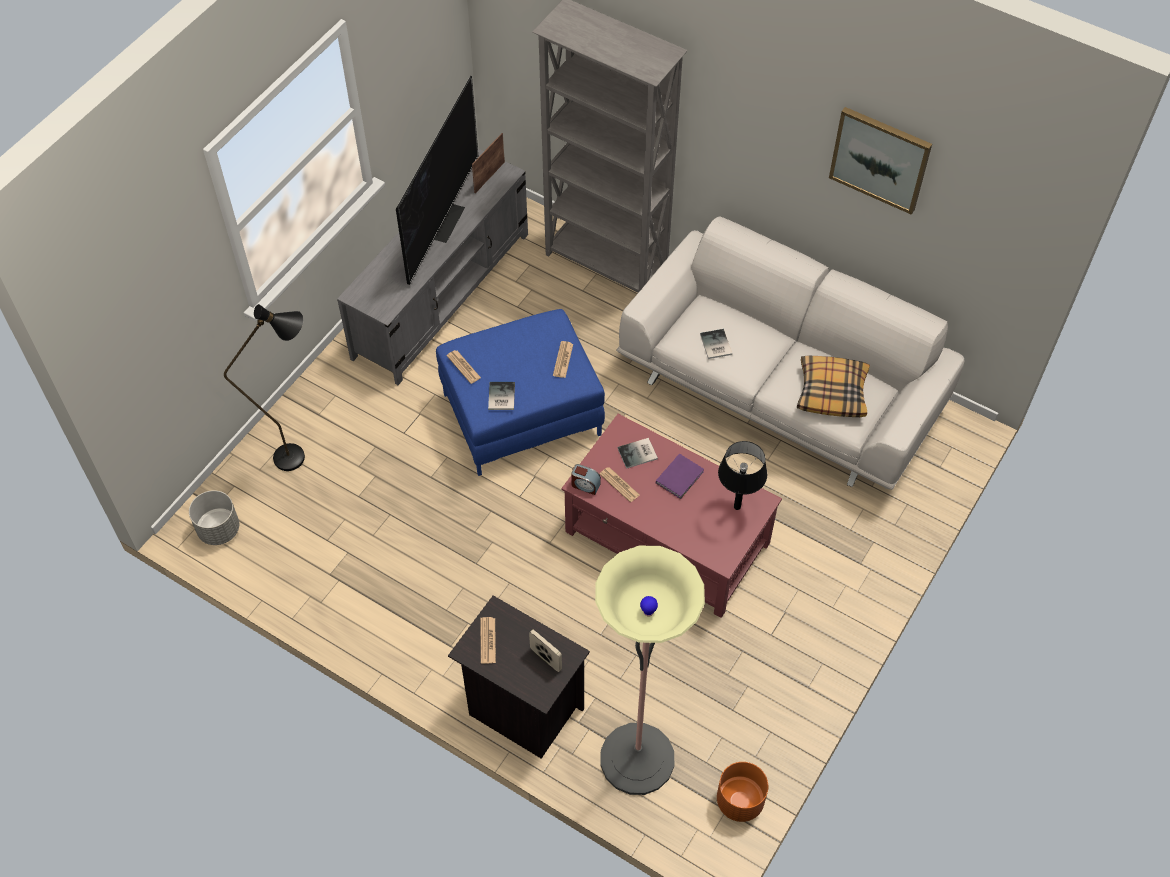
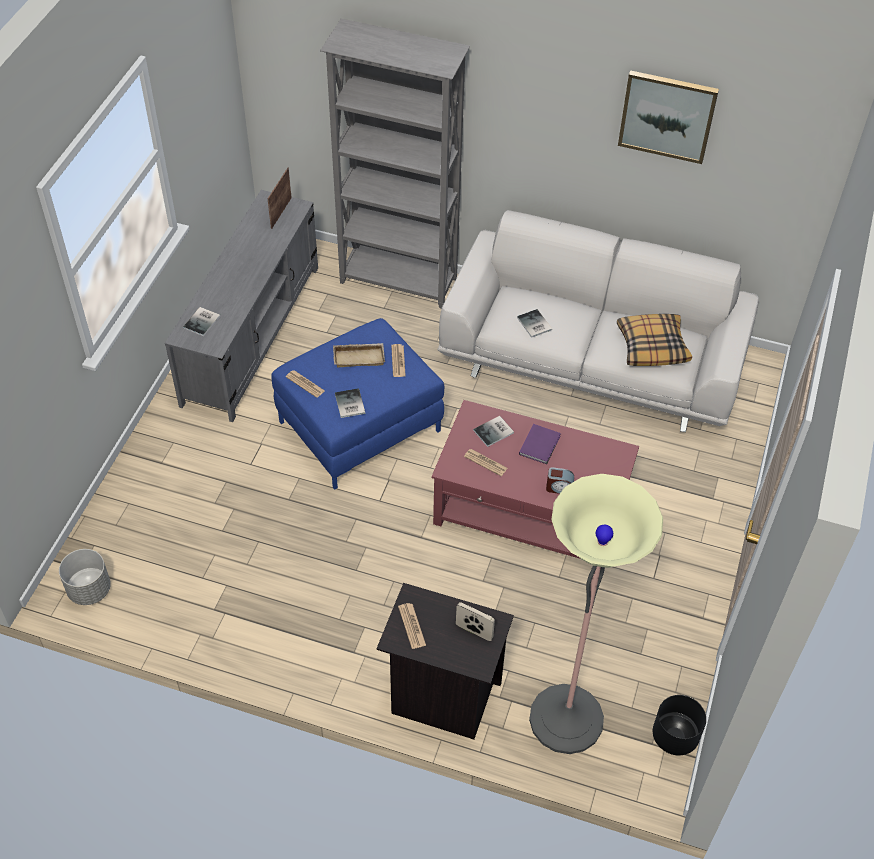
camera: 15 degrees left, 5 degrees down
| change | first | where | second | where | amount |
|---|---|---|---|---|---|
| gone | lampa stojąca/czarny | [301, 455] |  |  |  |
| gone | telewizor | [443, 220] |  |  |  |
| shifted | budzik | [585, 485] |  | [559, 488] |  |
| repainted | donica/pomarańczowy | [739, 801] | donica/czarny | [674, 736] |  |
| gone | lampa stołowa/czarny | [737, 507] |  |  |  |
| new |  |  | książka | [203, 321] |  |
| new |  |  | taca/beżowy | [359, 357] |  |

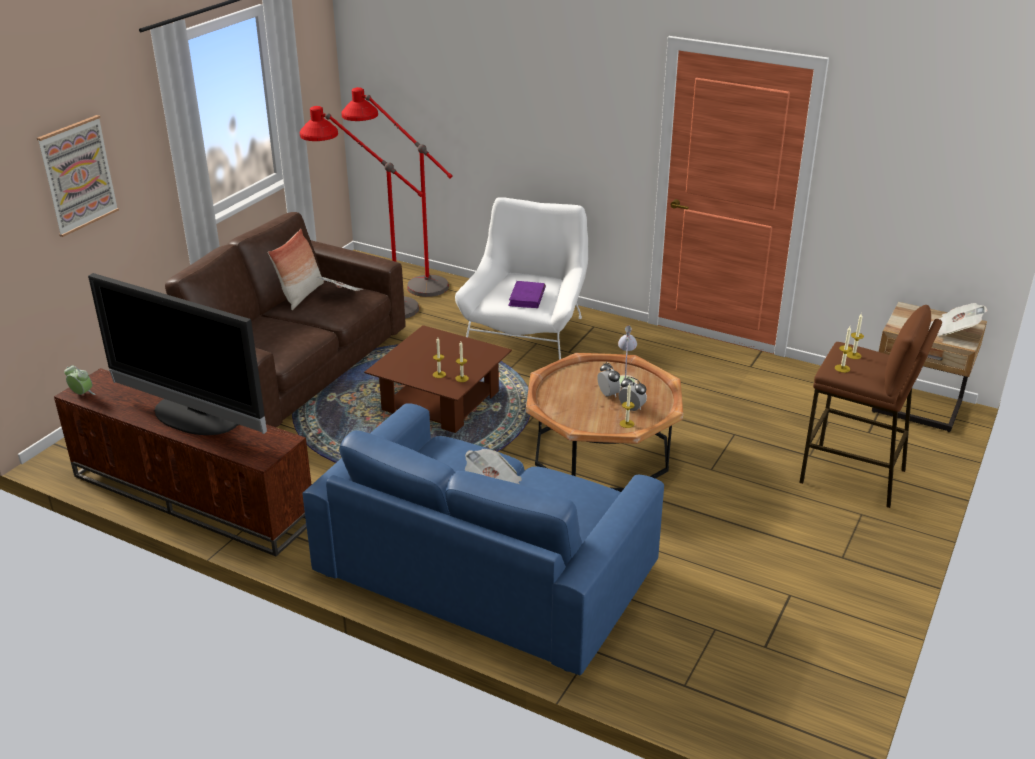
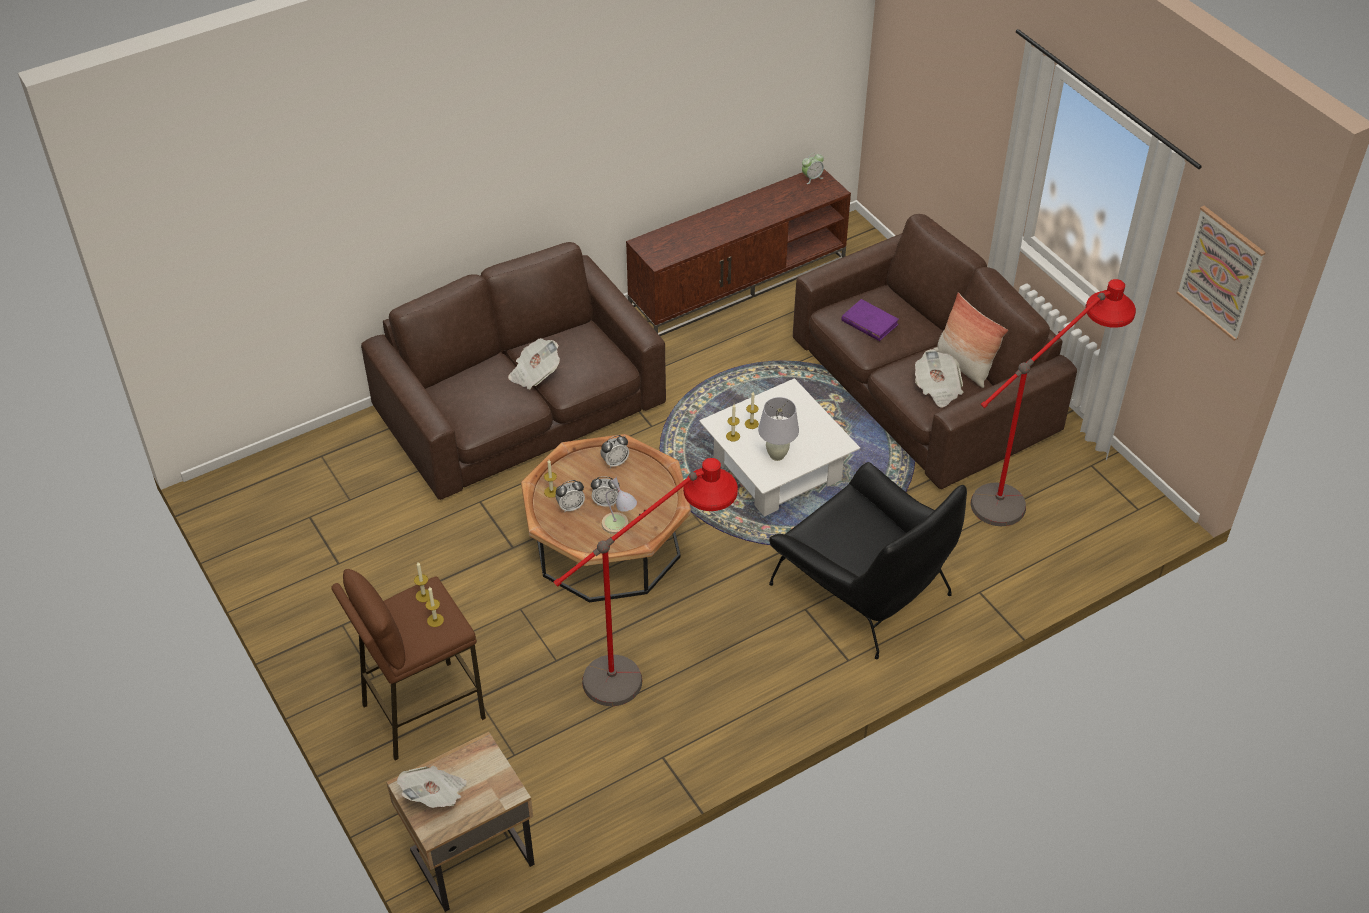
camera: 120 degrees right, 15 degrees up
| change | first | where | second | where | amount |
|---|---|---|---|---|---|
| shifted | obraz | [78, 175] |  | [1221, 272] |  |
| gone | telewizor | [193, 418] |  |  |  |
| repainted | kanapa/niebieski | [487, 567] | kanapa/brązowy | [520, 408] |  |
| shifted | lampa stojąca/czerwony | [404, 279] |  | [651, 666] |  |
| repainted | ława/brązowy | [441, 401] | ława/biały | [777, 469] |  |
| repainted | fotel/biały | [526, 337] | fotel/czarny | [862, 588] |  |
| shifted | książka/fioletowy | [527, 297] |  | [869, 322] |  |
| new |  |  | budzik | [615, 462] |  |
| new |  |  | lampa stołowa/biały | [777, 455] |  |

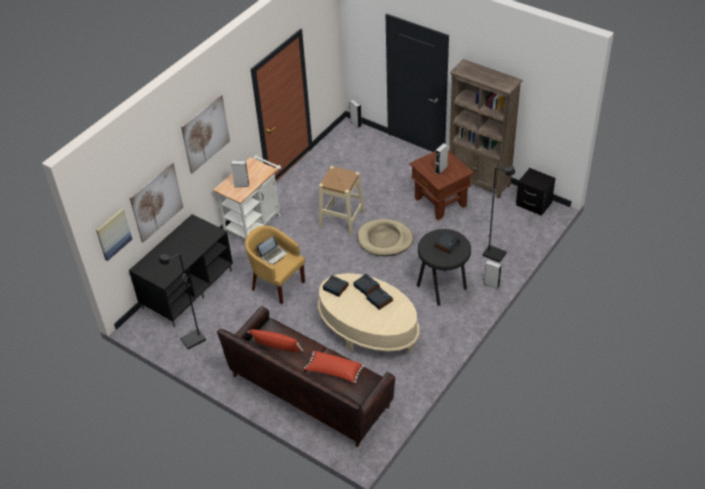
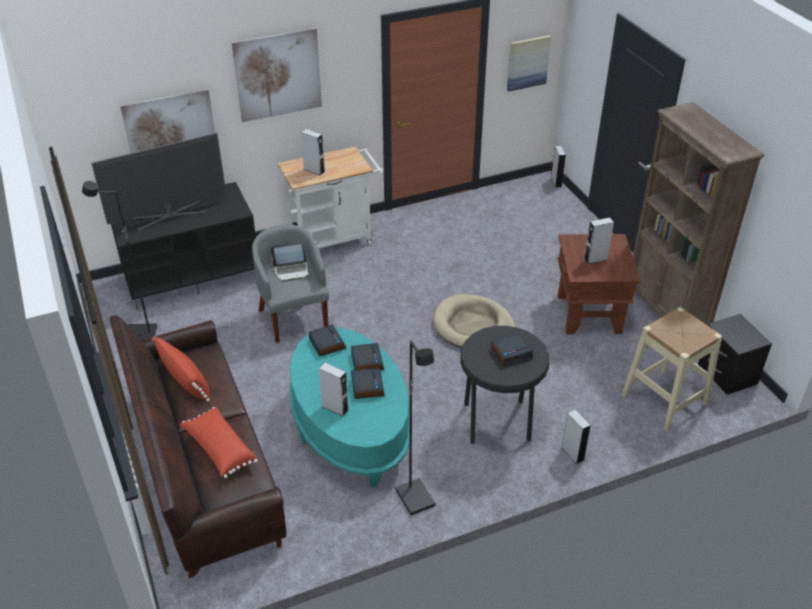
camera: 30 degrees right, 5 degrees down
| change | first | where | second | where | amount |
|---|---|---|---|---|---|
| shifted | obraz | [113, 234] |  | [527, 62] |  |
| repainted | fotel/żółty | [277, 283] | fotel/szary | [294, 317] |  |
| repainted | ława/beżowy | [368, 329] | ława/turkusowy | [350, 427] |  |
| shifted | stołek/beżowy | [342, 219] |  | [664, 399] |  |
| shifted | lampa stojąca/czarny | [495, 254] |  | [416, 498] |  |
| new |  |  | telewizor | [169, 215] |  |
| new |  |  | głośnik/szary | [335, 408] |  |

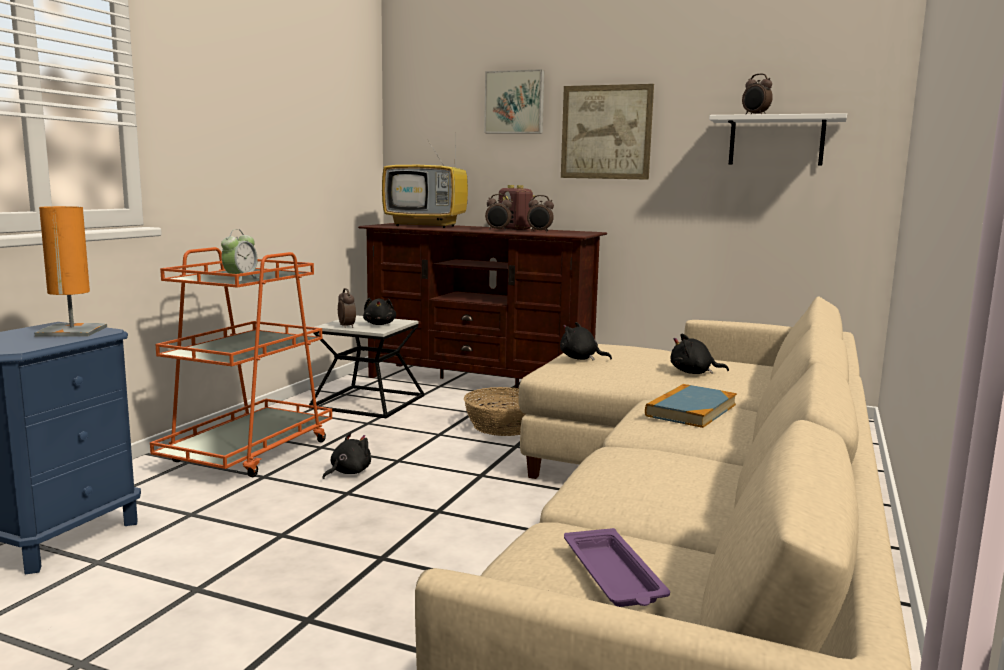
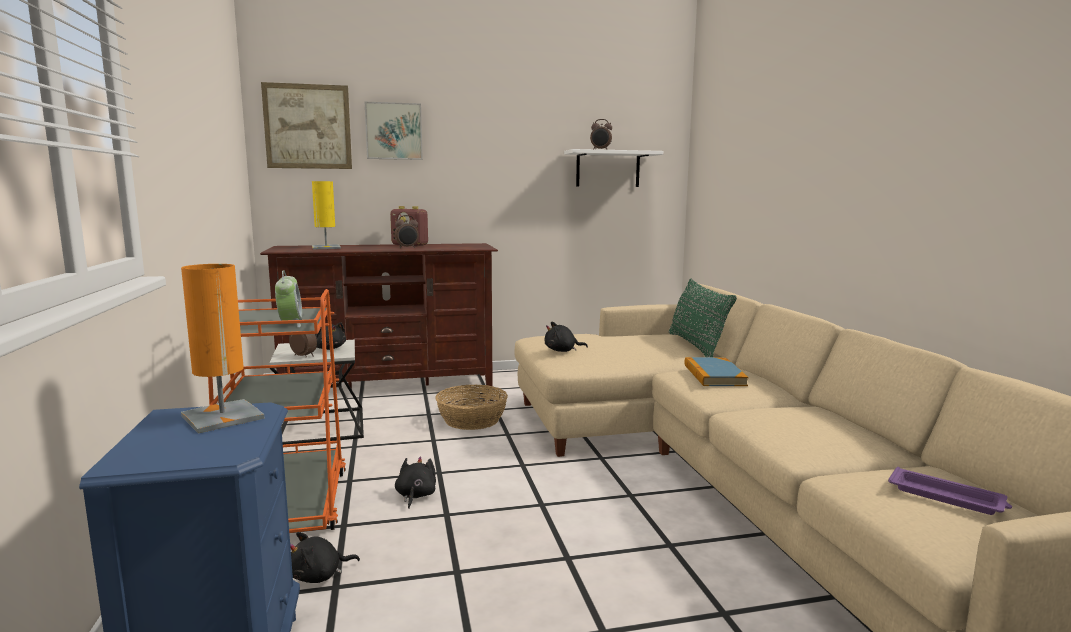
camera: 35 degrees left, 0 degrees up
| change | first | where | second | where | amount |
|---|---|---|---|---|---|
| swapped | telewizor | [427, 226] | lampa stołowa/żółty | [326, 248] |  |
| gone | budzik | [539, 231] |  |  |  |
| shifted | obraz | [606, 132] |  | [308, 126] |  |
| shifted | pluszak/czarny | [693, 373] |  | [319, 576] |  |
| new |  |  | poduszka/zielony | [696, 346] |  |

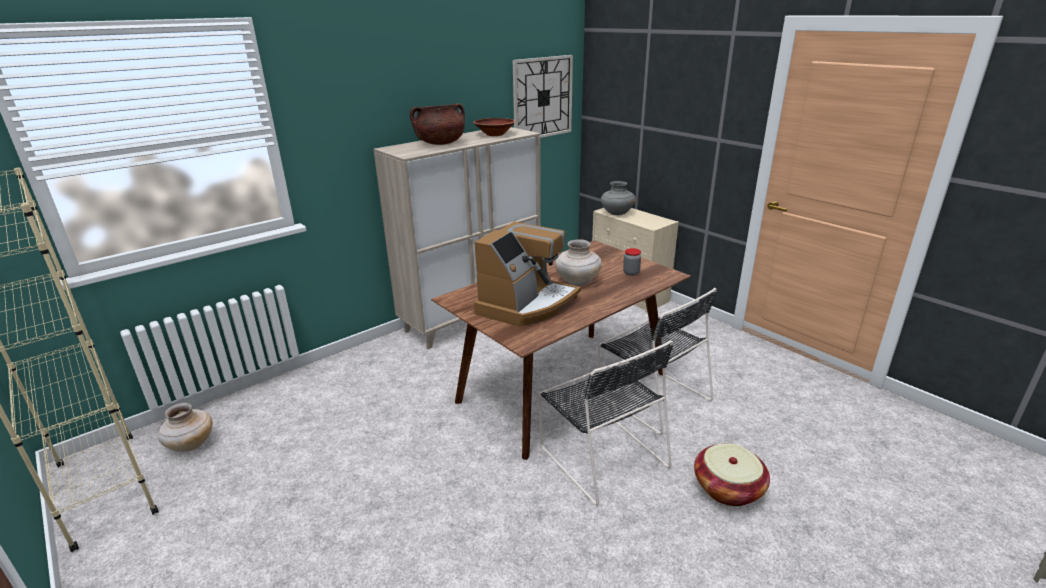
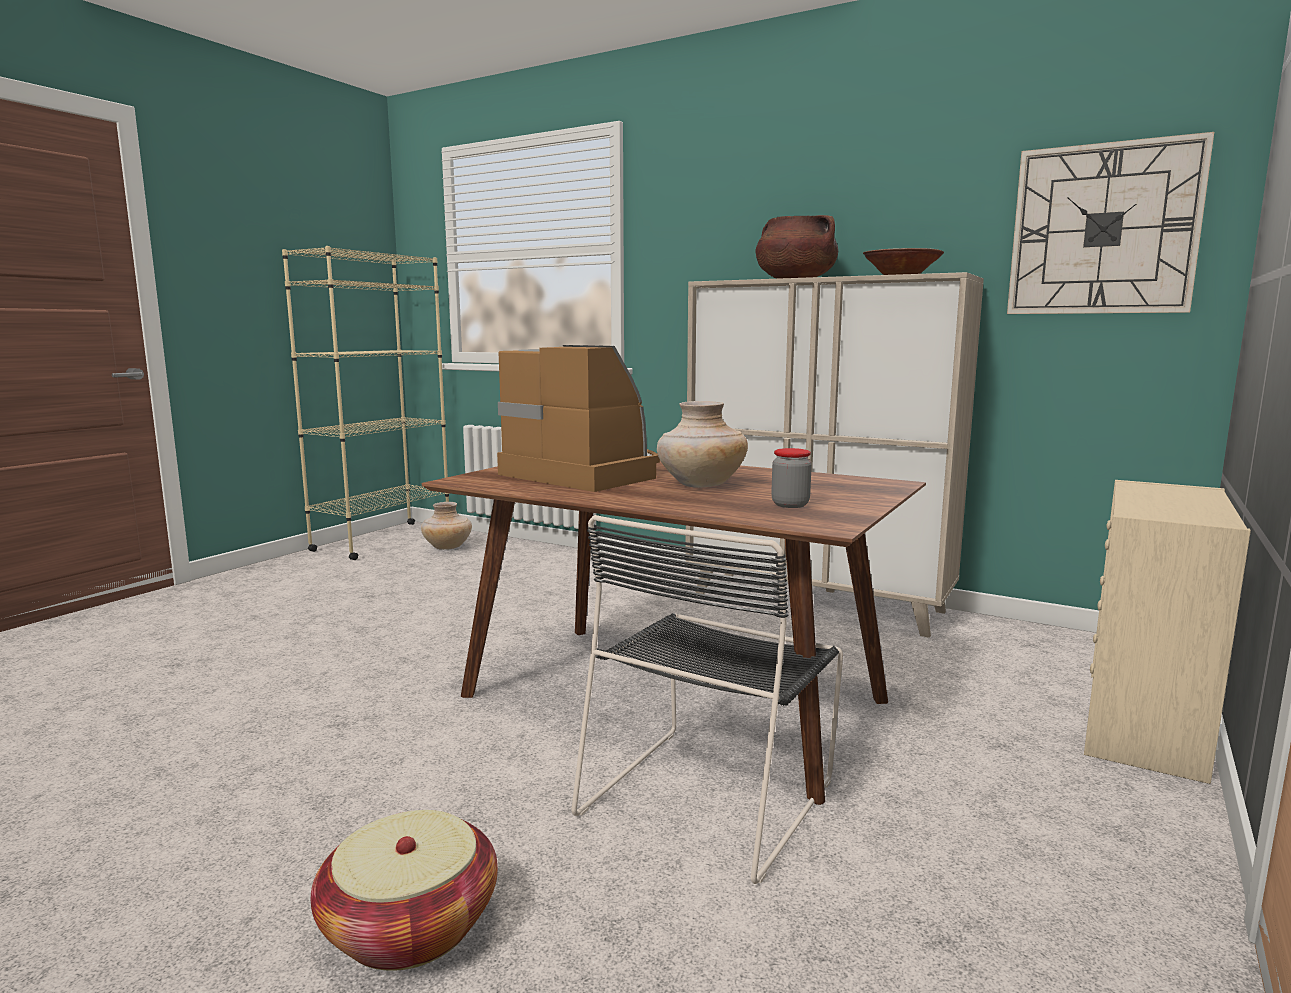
camera: 70 degrees right, 15 degrees down
| change | first | where | second | where | amount |
|---|---|---|---|---|---|
| rotated | ekspres do kawy | [527, 304] |  | [585, 474] | 150 degrees counterclockwise |
| gone | krzesło/czarny | [601, 454] |  |  |  |
| gone | wazon/szary | [616, 213] |  |  |  |

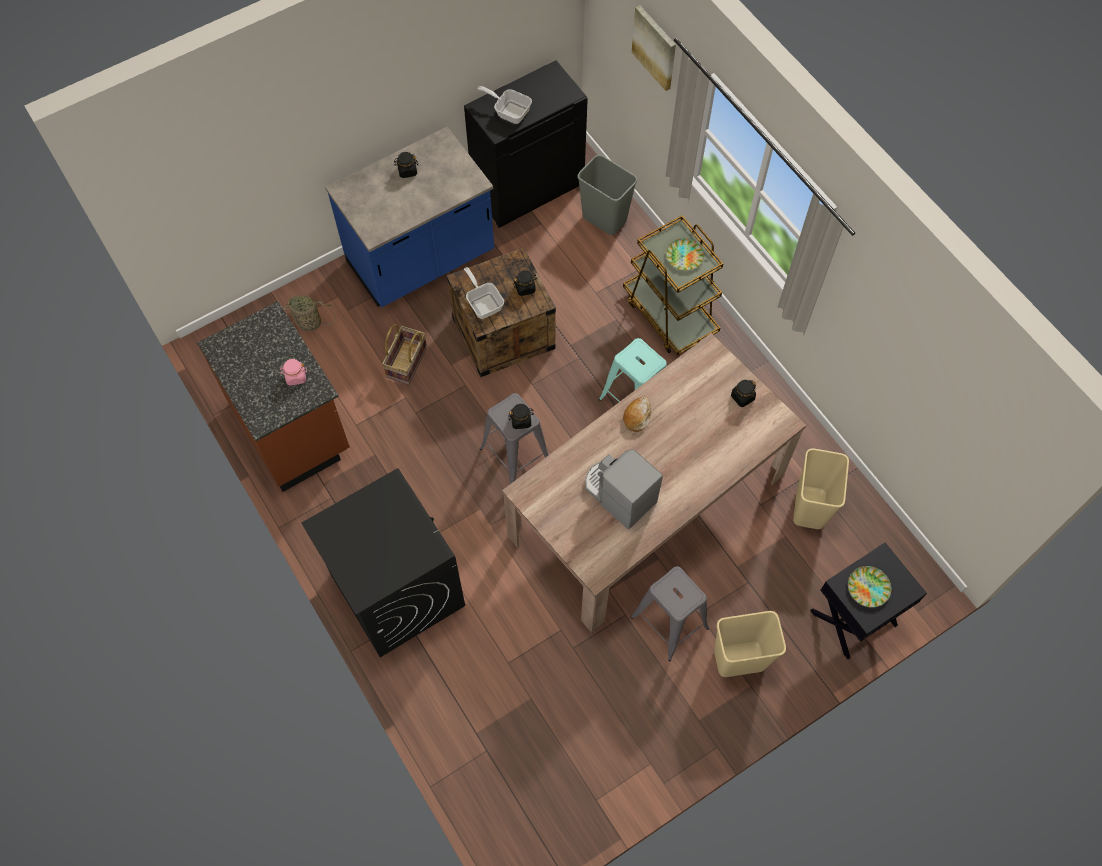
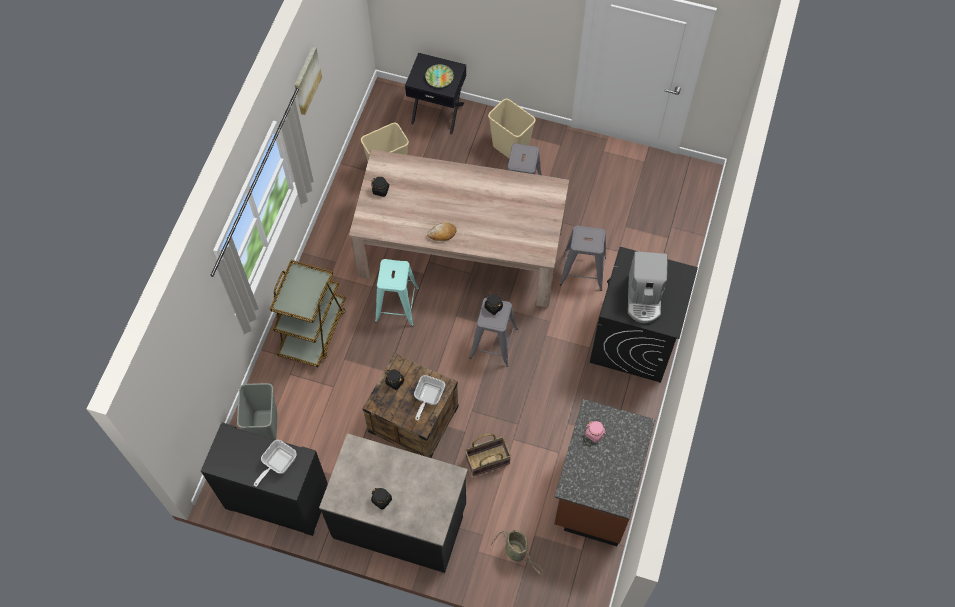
camera: 130 degrees left, 0 degrees up
| change | first | where | second | where | amount |
|---|---|---|---|---|---|
| repainted | zabudowa kuchenna/niebieski | [421, 260] | zabudowa kuchenna/czarny | [400, 521] |  |
| rotated | patelnia | [509, 111] |  | [277, 464] | 45 degrees clockwise |
| shifted | ekspres do kawy | [618, 494] |  | [644, 298] |  |
| shifted | obraz | [655, 47] |  | [306, 80] |  |
| gone | talerz | [684, 256] |  |  |  |
| new |  |  | stołek/szary | [583, 271] |  |

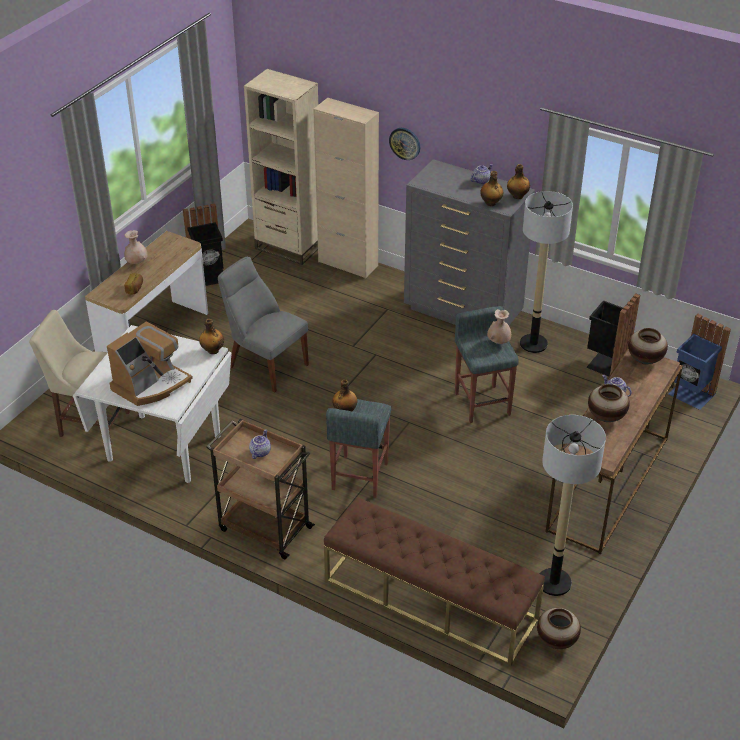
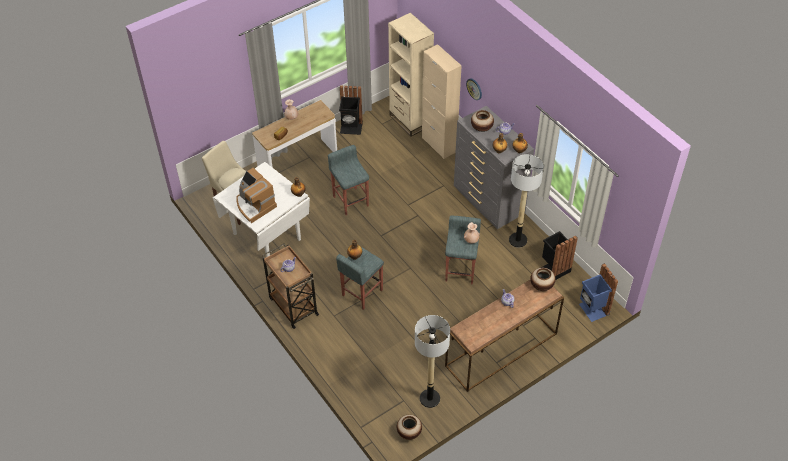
camera: 25 degrees right, 10 degrees up
| change | first | where | second | where | amount |
|---|---|---|---|---|---|
| rotated | ekspres do kawy | [151, 384] |  | [254, 205] | 75 degrees clockwise |
| swapped | krzesło/szary | [265, 364] | stołek/szary | [350, 200] |  |
| gone | ławka/brązowy | [430, 599] |  |  |  |
| shifted | wazon | [606, 417] |  | [481, 128] |  |

